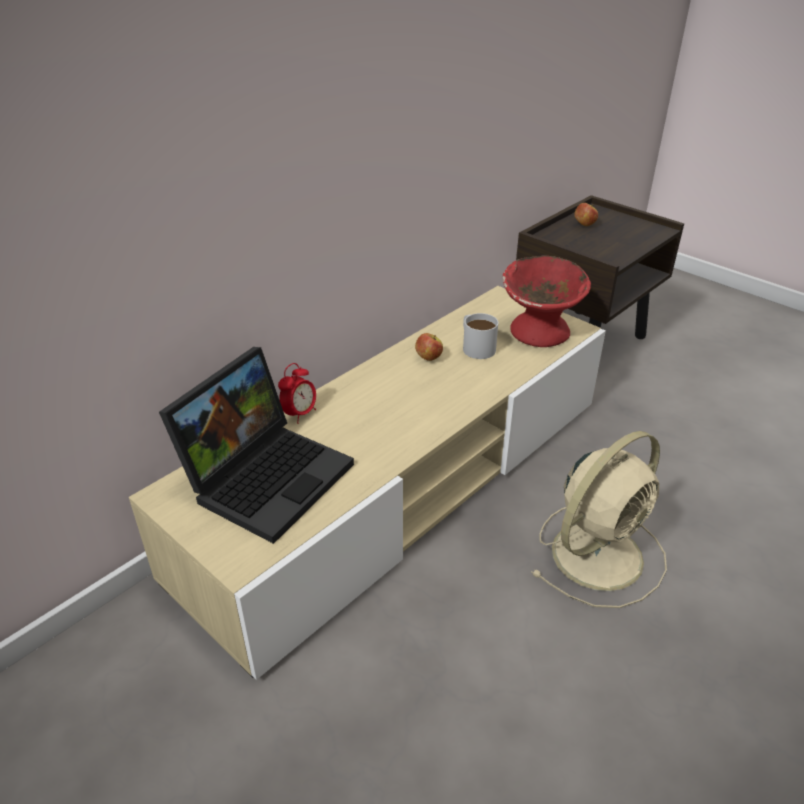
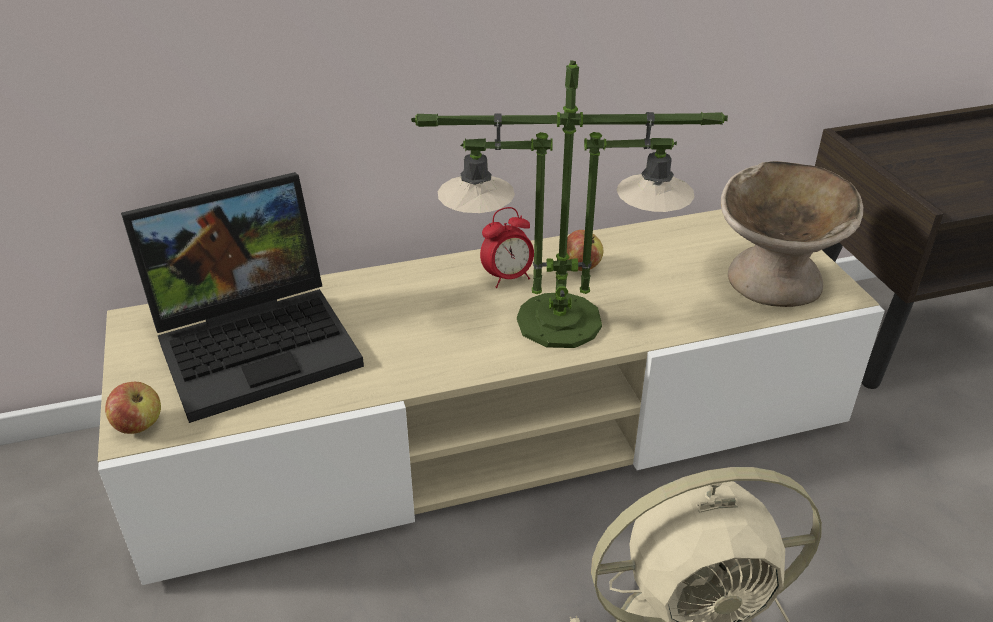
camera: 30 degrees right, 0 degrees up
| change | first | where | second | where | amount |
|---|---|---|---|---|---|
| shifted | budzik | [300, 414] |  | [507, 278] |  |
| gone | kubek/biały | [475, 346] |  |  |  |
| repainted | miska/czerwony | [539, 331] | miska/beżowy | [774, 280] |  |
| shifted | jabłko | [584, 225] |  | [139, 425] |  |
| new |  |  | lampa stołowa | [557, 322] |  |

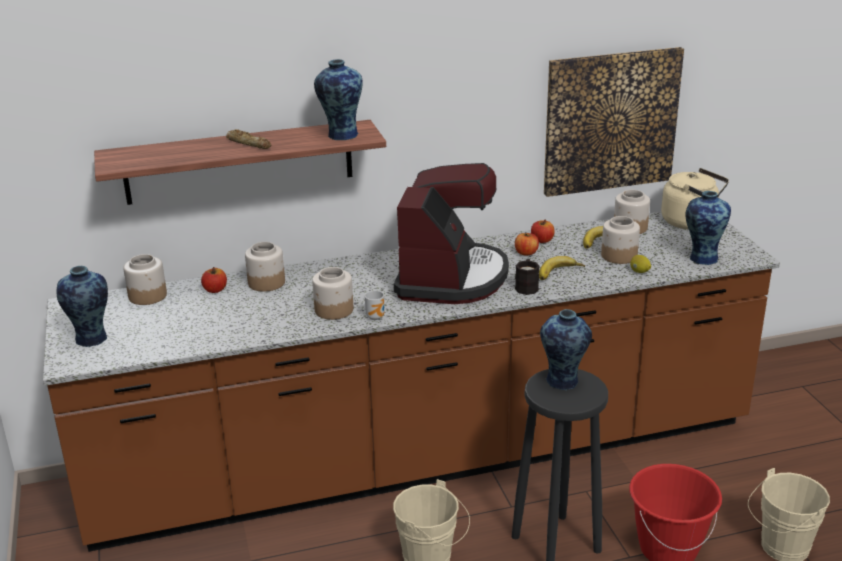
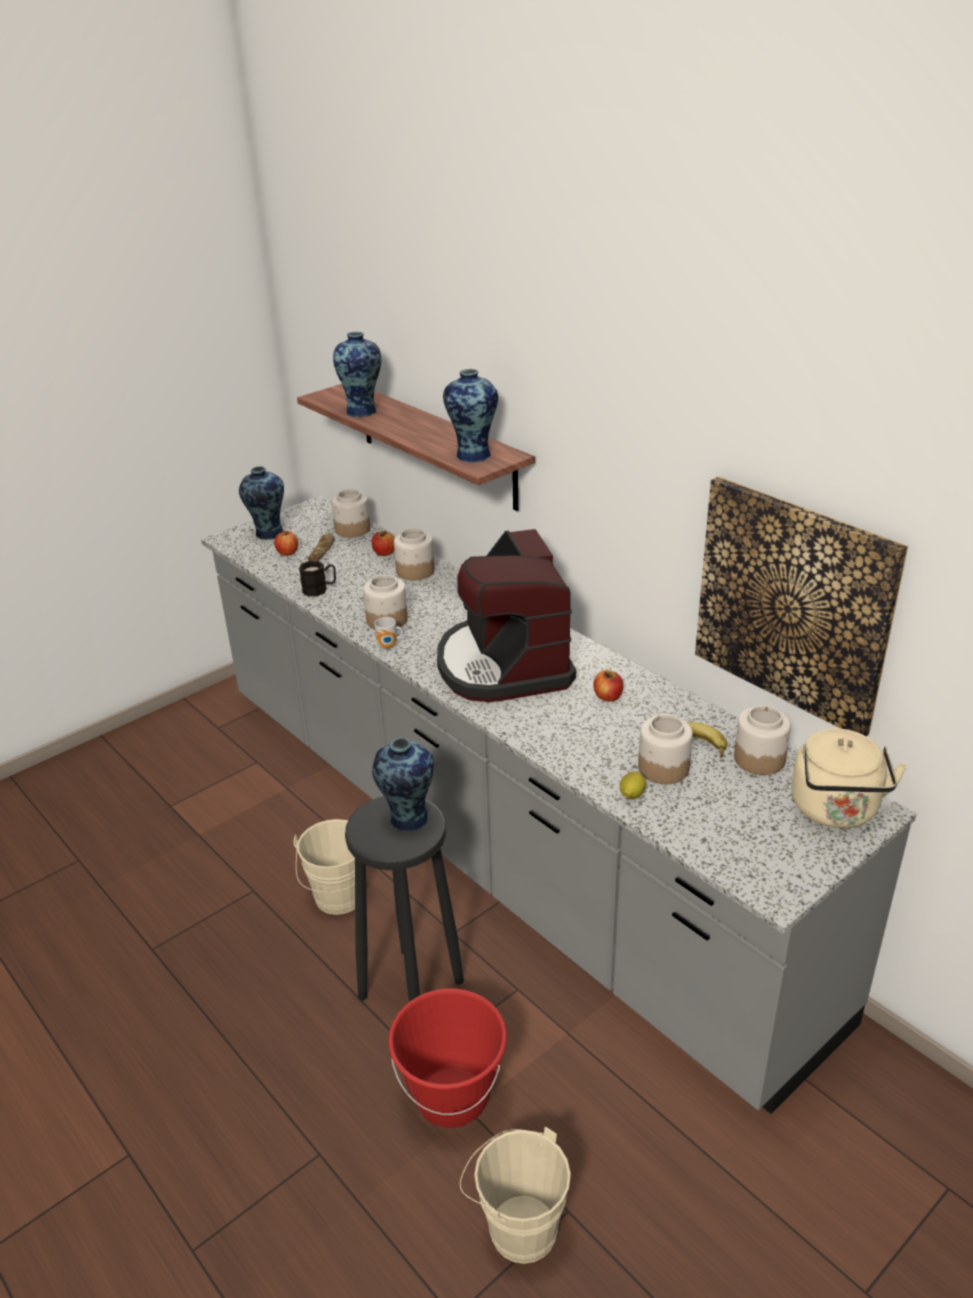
camera: 65 degrees right, 5 degrees up
| change | first | where | second | where | amount |
|---|---|---|---|---|---|
| repainted | zabudowa kuchenna/brązowy | [424, 458] | zabudowa kuchenna/szary | [493, 840] |  |
| shifted | chleb | [248, 143] |  | [322, 551] |  |
| rotated | ekspres do kawy | [451, 278] |  | [504, 665] | 90 degrees clockwise |
| shifted | kubek/czarny | [526, 286] |  | [320, 589] |  |
| shifted | jabłko | [542, 240] |  | [287, 552] |  |
| gone | banan | [560, 273] |  |  |  |
| shifted | wazon | [702, 258] |  | [362, 411] |  |

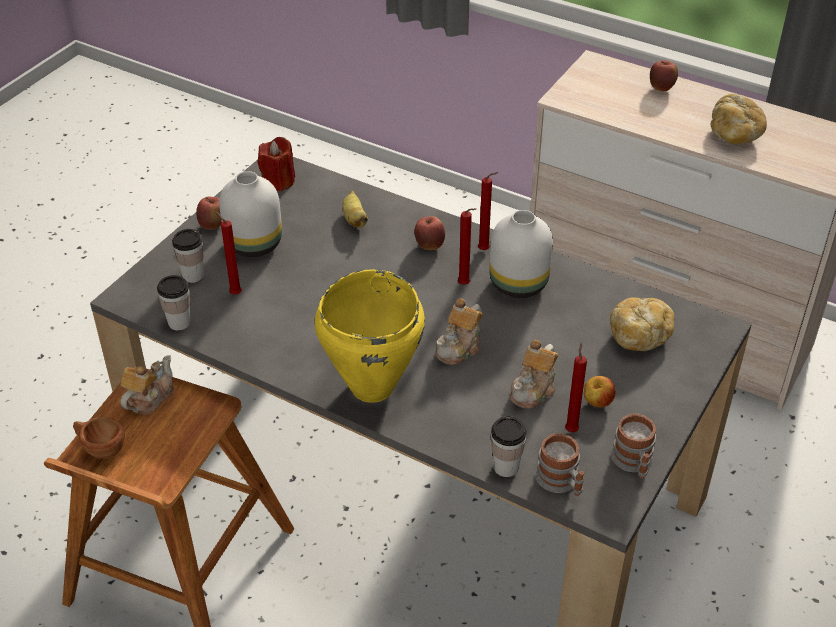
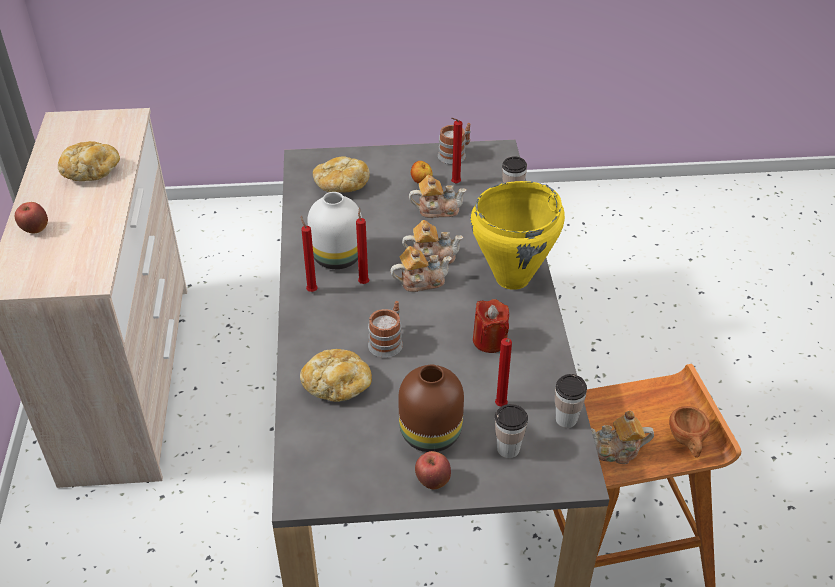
camera: 125 degrees left, 0 degrees up
| change | first | where | second | where | amount |
|---|---|---|---|---|---|
| repainted | wazon/biały | [254, 243] | wazon/brązowy | [429, 435] |  |
| shifted | świeca/czerwony | [278, 181] |  | [489, 340] |  |
| swapped | banan | [354, 219] | chleb | [337, 386] |  |
| gone | jabłko | [429, 245] |  |  |  |
| shifted | kubek | [561, 482] |  | [388, 341] |  |
| new |  |  | imbryk | [421, 281] |  |

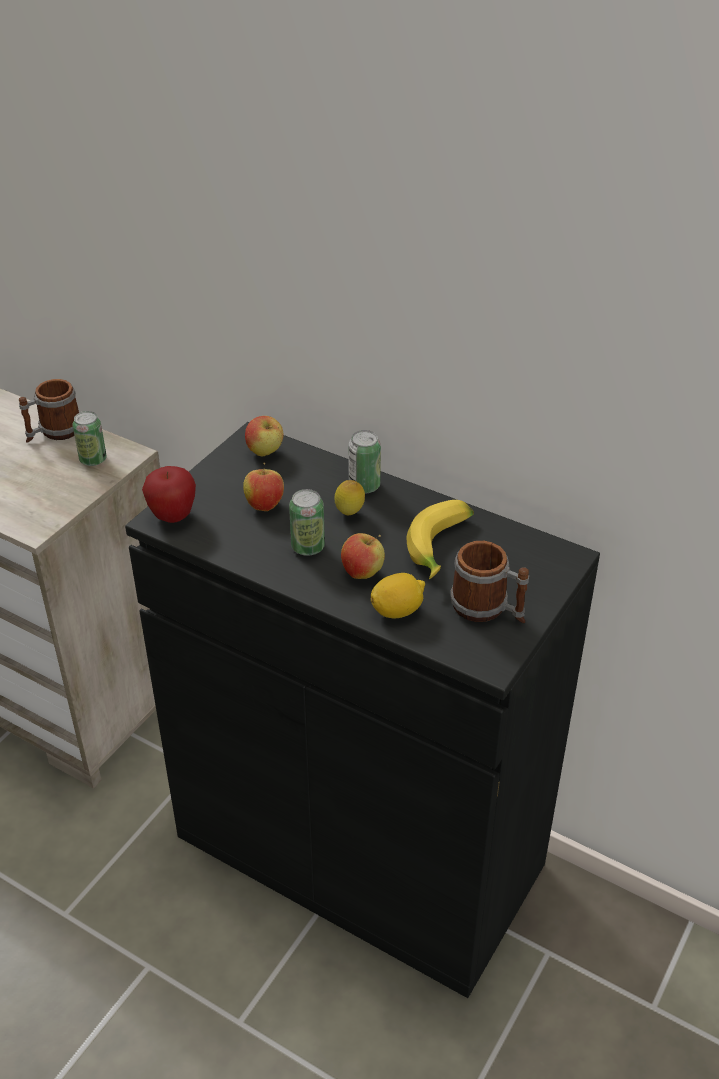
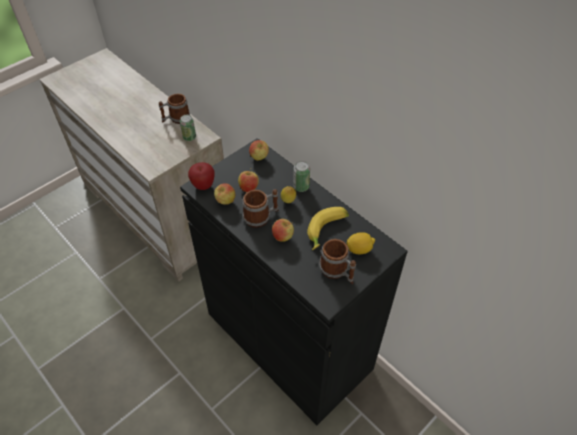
camera: 15 degrees right, 10 degrees up
| change | first | where | second | where | amount |
|---|---|---|---|---|---|
| swapped | puszka | [308, 547] | kubek | [261, 217] |  |
| shifted | cytryna | [397, 610] |  | [359, 249] |  |
| new |  |  | jabłko | [225, 201] |  |

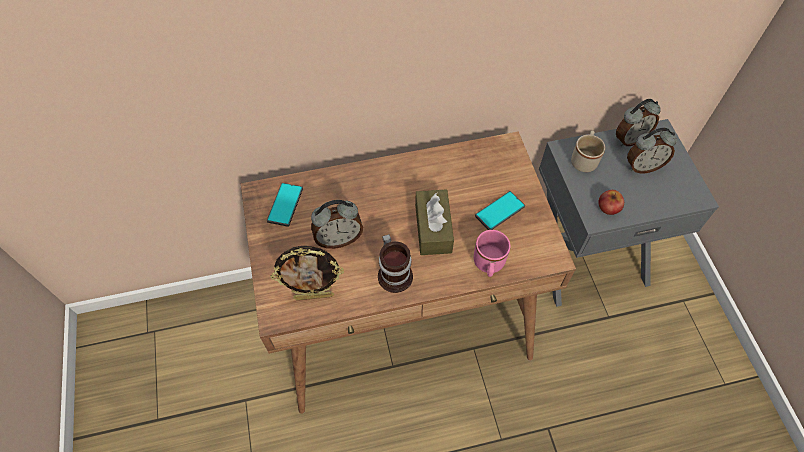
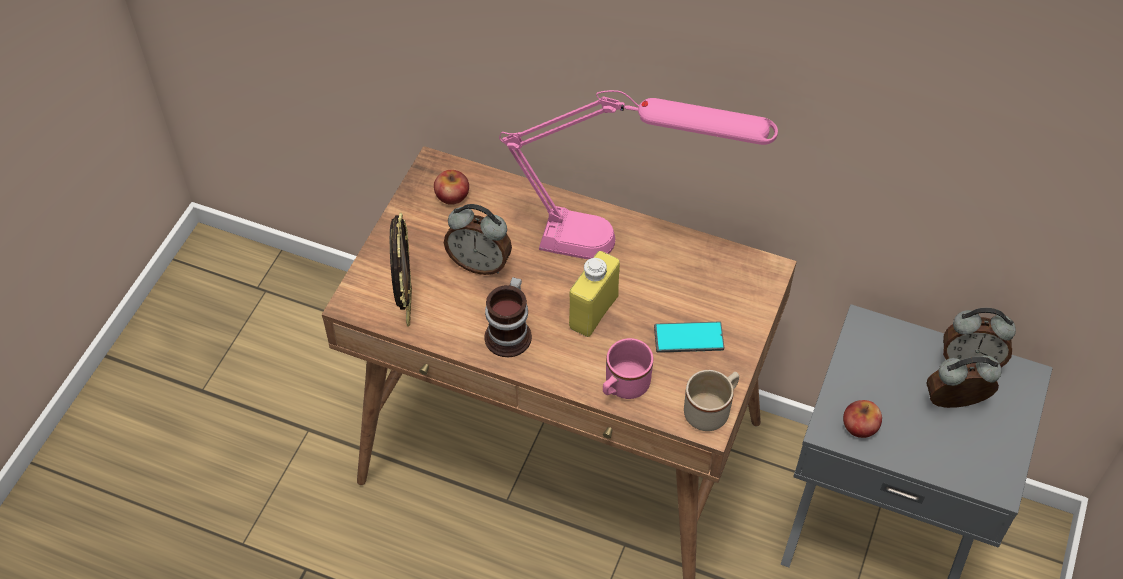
camera: 35 degrees right, 5 degrees down
| change | first | where | second | where | amount |
|---|---|---|---|---|---|
| swapped | telefon | [285, 205] | jabłko | [452, 195] |  |
| rotated | ramka na zdjęcie | [314, 296] |  | [407, 306] | 120 degrees counterclockwise |
| swapped | pudełko chusteczek/brązowy | [433, 228] | butelka/żółty | [593, 312] |  |
| shifted | kubek/beżowy | [584, 159] |  | [711, 410] |  |
| rotated | budzik | [642, 166] |  | [955, 404] | 150 degrees clockwise |
| new |  |  | lampa stołowa/różowy | [626, 247] |  |

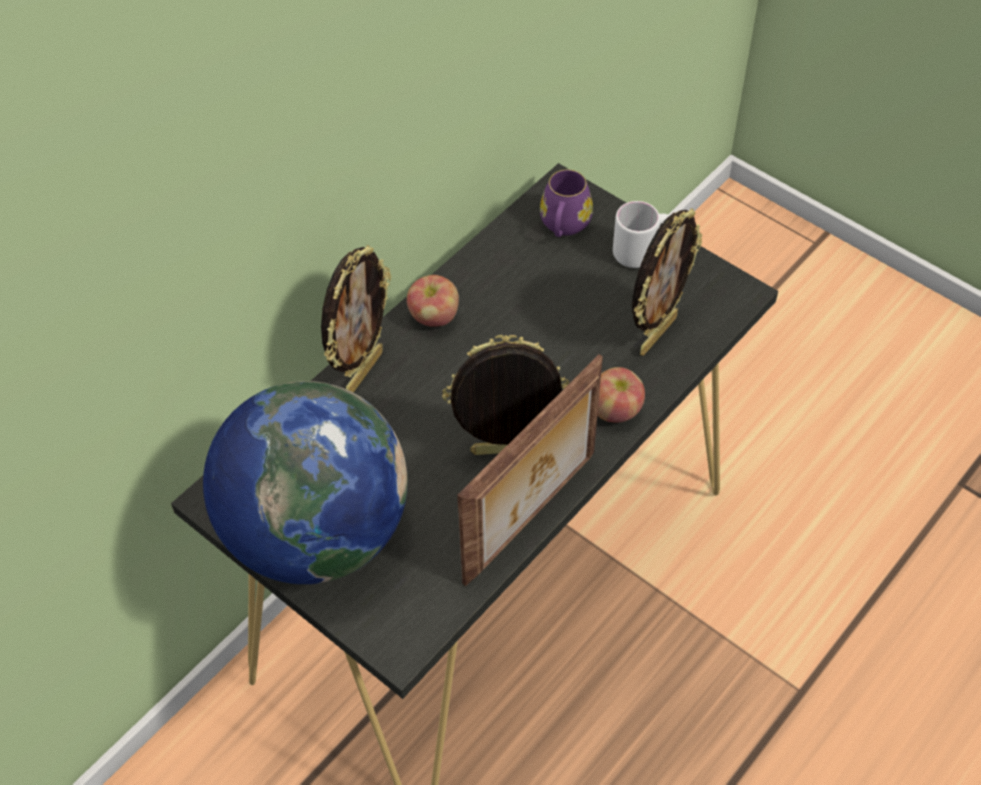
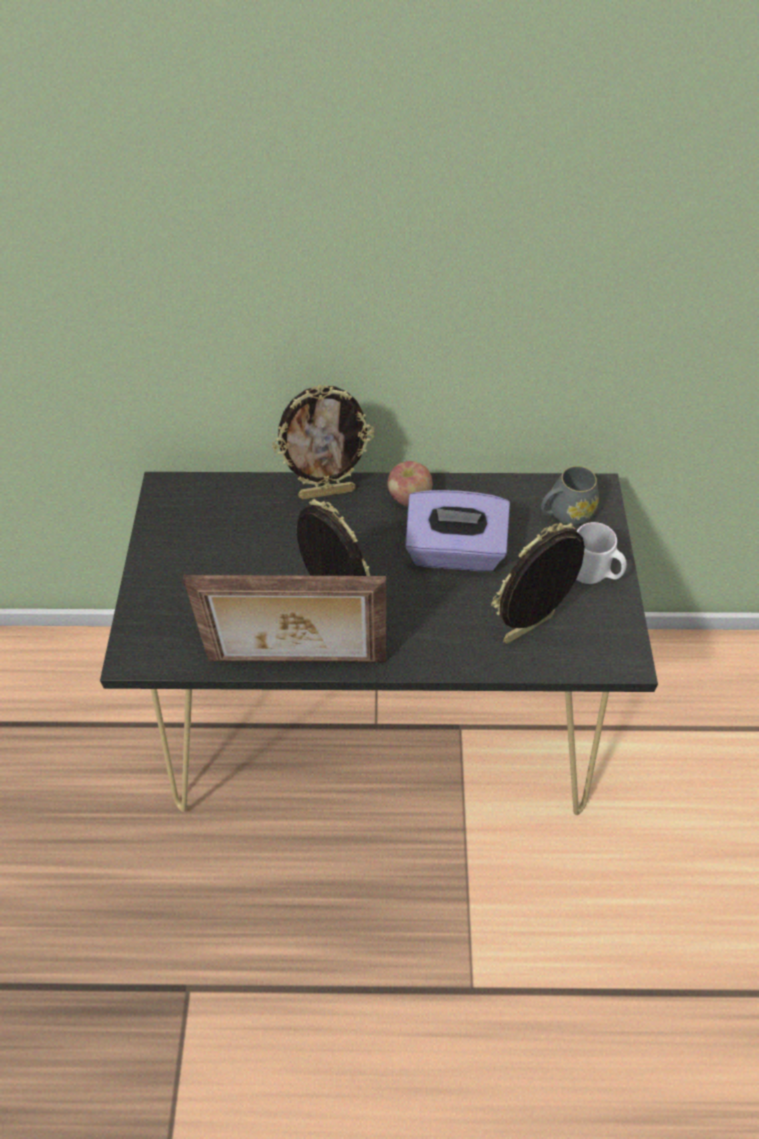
camera: 50 degrees right, 0 degrees up
| change | first | where | second | where | amount |
|---|---|---|---|---|---|
| gone | globus | [316, 533] |  |  |  |
| repainted | kubek/fioletowy | [564, 226] | kubek/szary | [565, 513] |  |
| gone | jabłko | [615, 410] |  |  |  |
| rotated | ramka na zdjęcie | [656, 334] |  | [529, 631] | 150 degrees clockwise |
| new |  |  | pudełko chusteczek/fioletowy | [454, 552] |  |

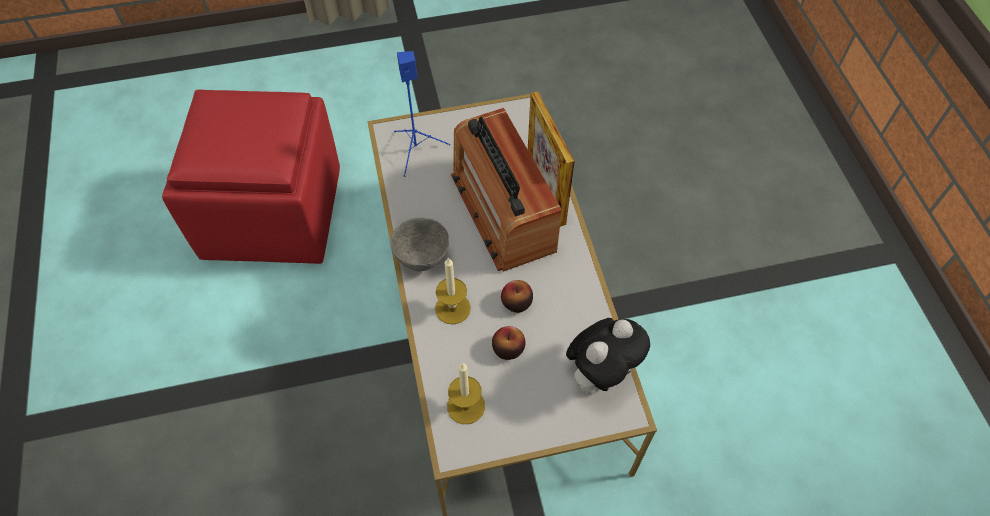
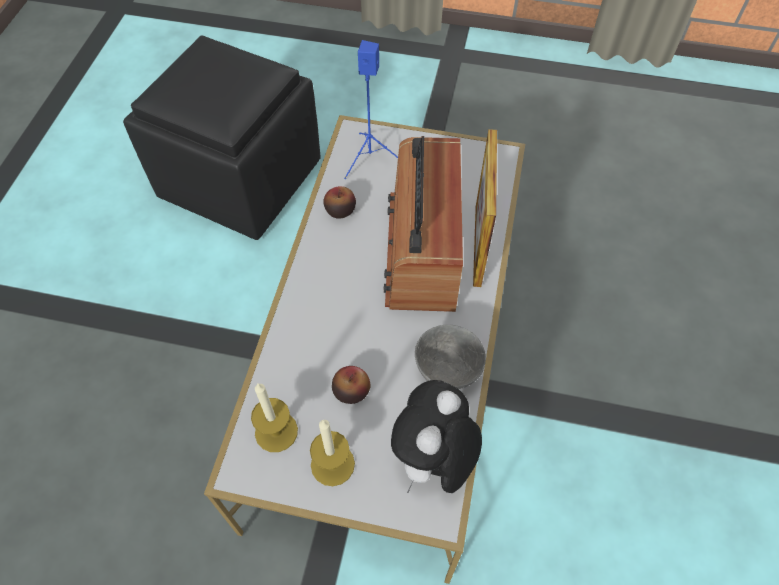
camera: 25 degrees right, 0 degrees up
| change | first | where | second | where | amount |
|---|---|---|---|---|---|
| repainted | pufa/czerwony | [274, 212] | pufa/czarny | [243, 179] |  |
| shifted | miska/szary | [422, 258] |  | [447, 371] |  |
| shifted | świeca | [452, 308] |  | [332, 464] |  |
| shifted | jabłko | [516, 302] |  | [340, 210] |  |
| rotated | pluszak | [600, 374] |  | [433, 461] | 135 degrees clockwise |

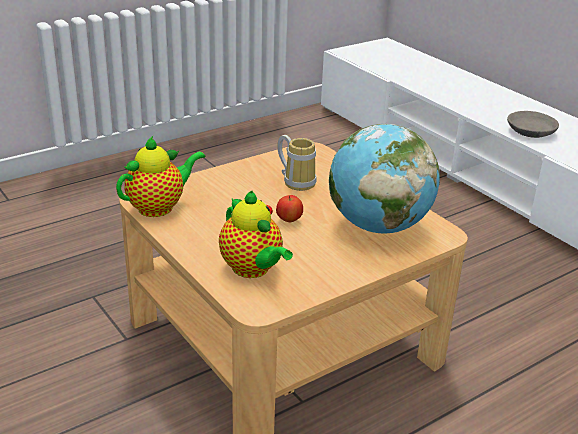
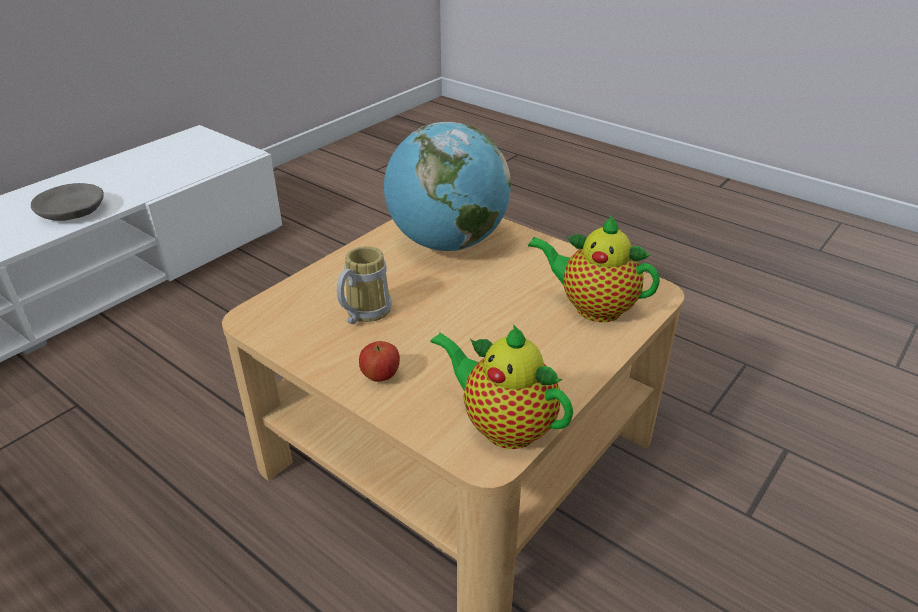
camera: 105 degrees left, 5 degrees up
| change | first | where | second | where | amount |
|---|---|---|---|---|---|
| rotated | imbryk | [253, 269] |  | [592, 307] | 105 degrees counterclockwise |
| shifted | jabłko | [289, 220] |  | [381, 377] |  |

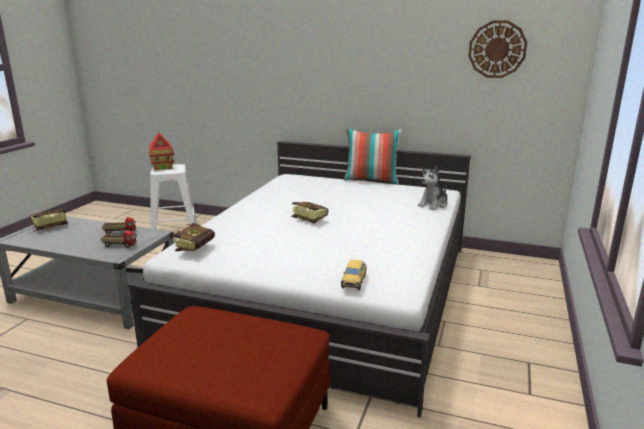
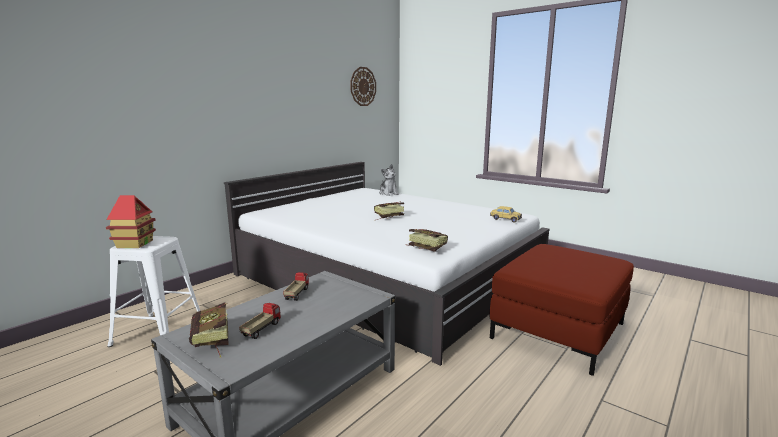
camera: 70 degrees left, 5 degrees down
| change | first | where | second | where | amount |
|---|---|---|---|---|---|
| shifted | ciężarówka zabawkowa | [120, 245] |  | [261, 329] |  |
| gone | poduszka | [371, 180] |  |  |  |

